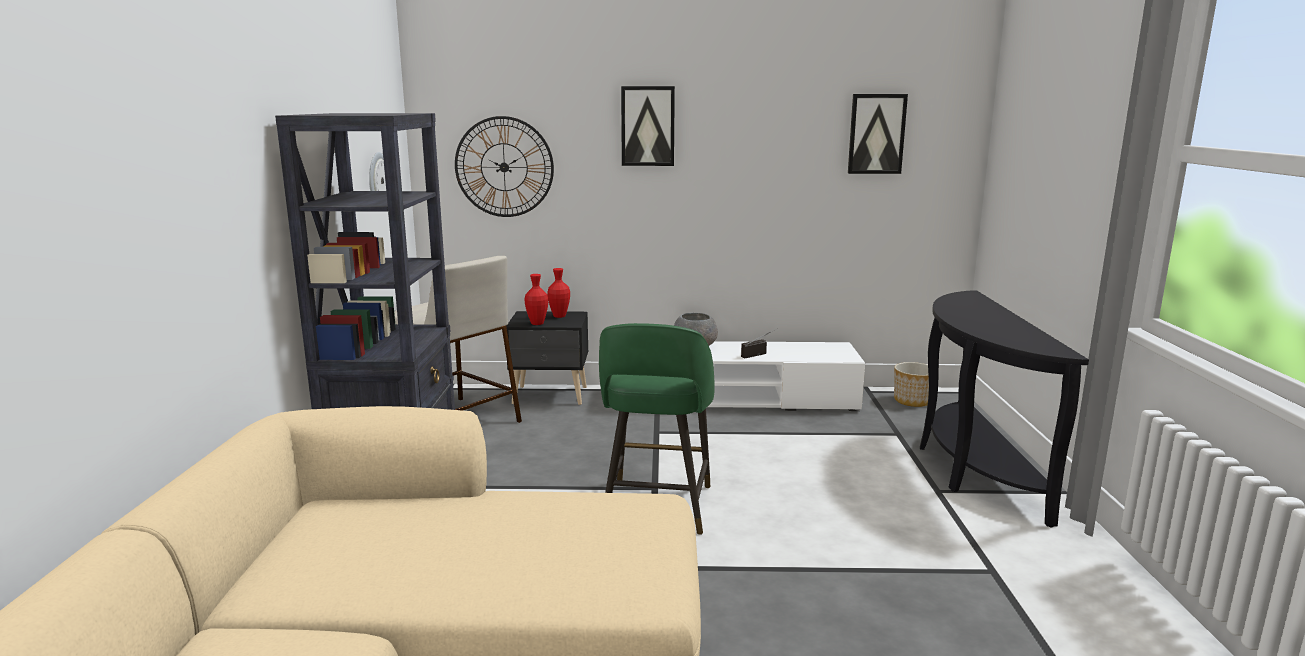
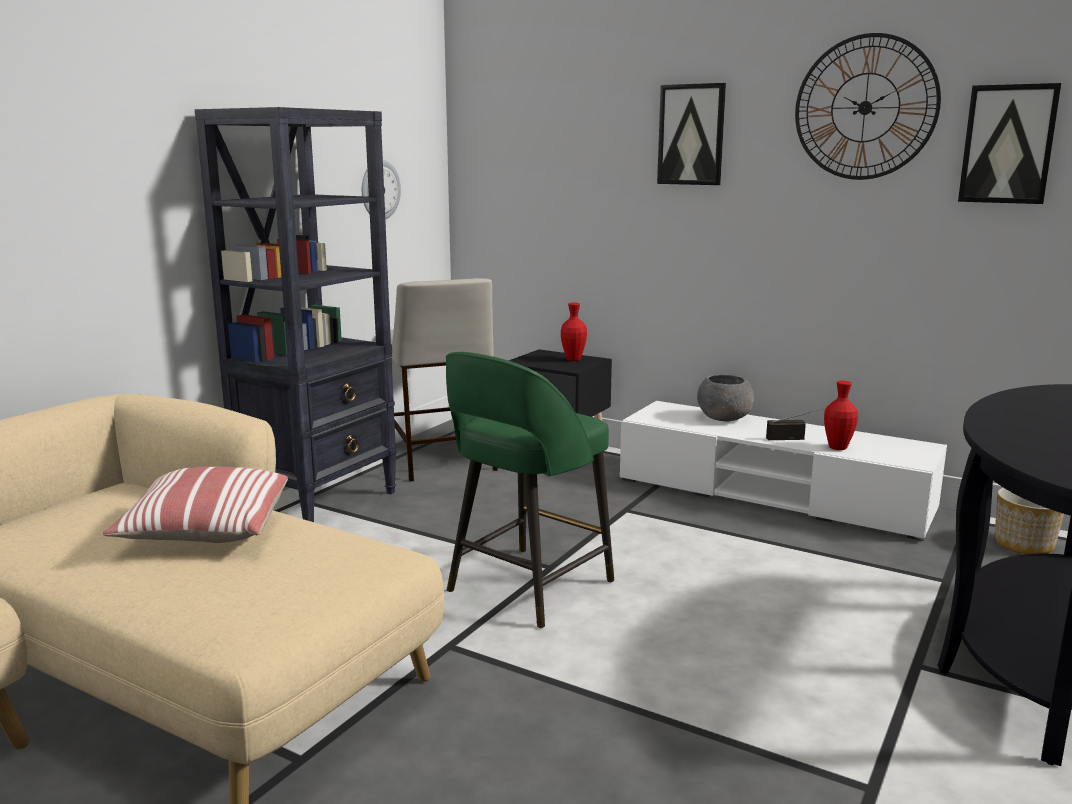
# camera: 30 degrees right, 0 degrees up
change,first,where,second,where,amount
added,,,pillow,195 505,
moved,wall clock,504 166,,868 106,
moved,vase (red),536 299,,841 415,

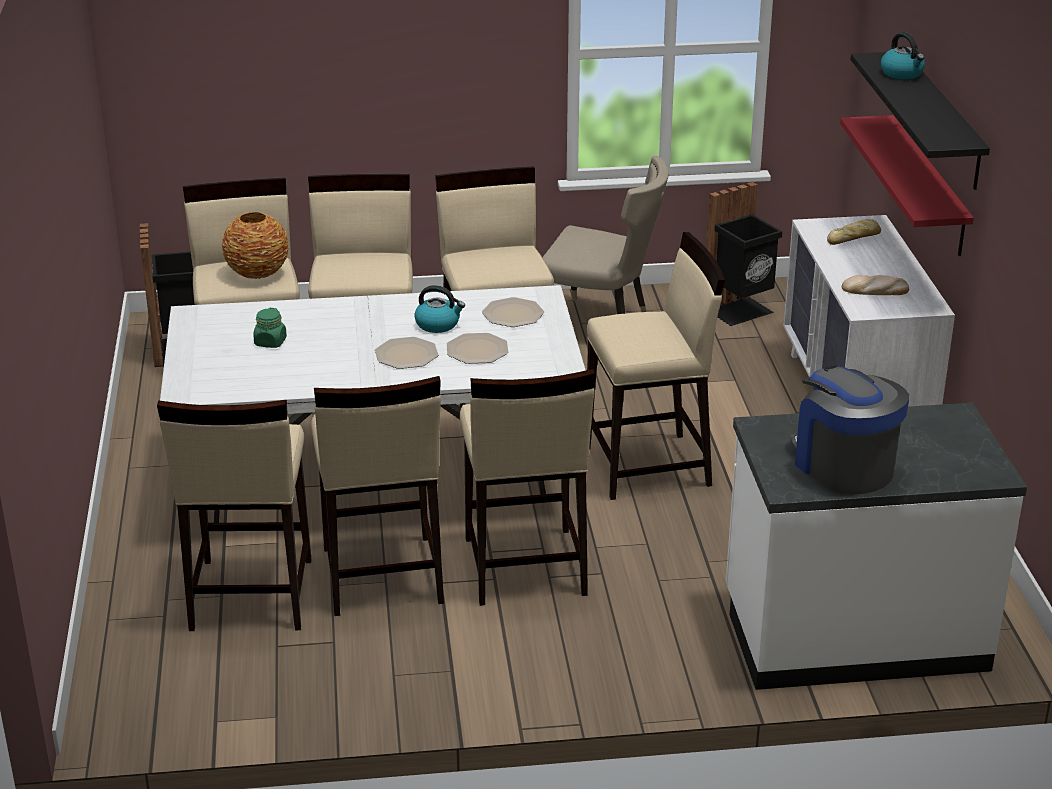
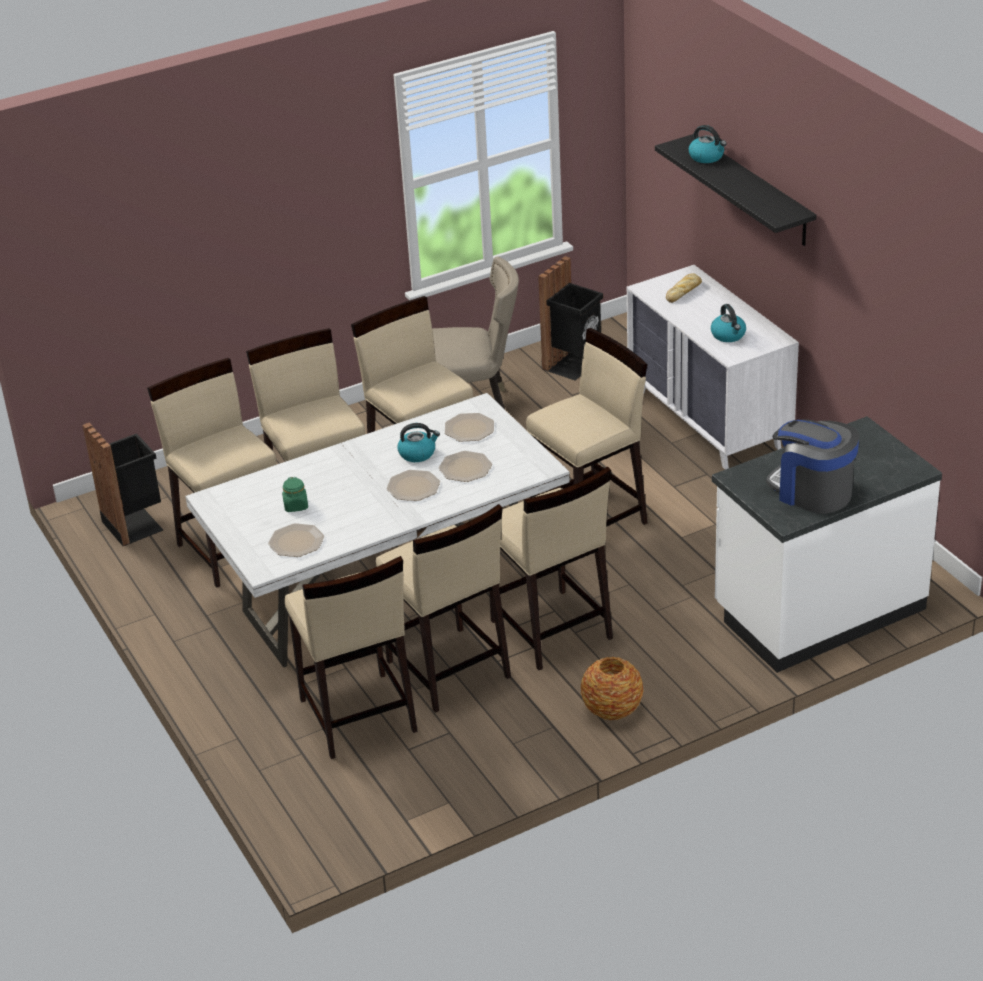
# camera: 20 degrees left, 5 degrees up
change,first,where,second,where,amount
removed,shelf (red),907 185,,,
added,,,plate,296 540,
moved,vase,255 245,,612 688,
replaced,bread,875 285,kettle,728 323,

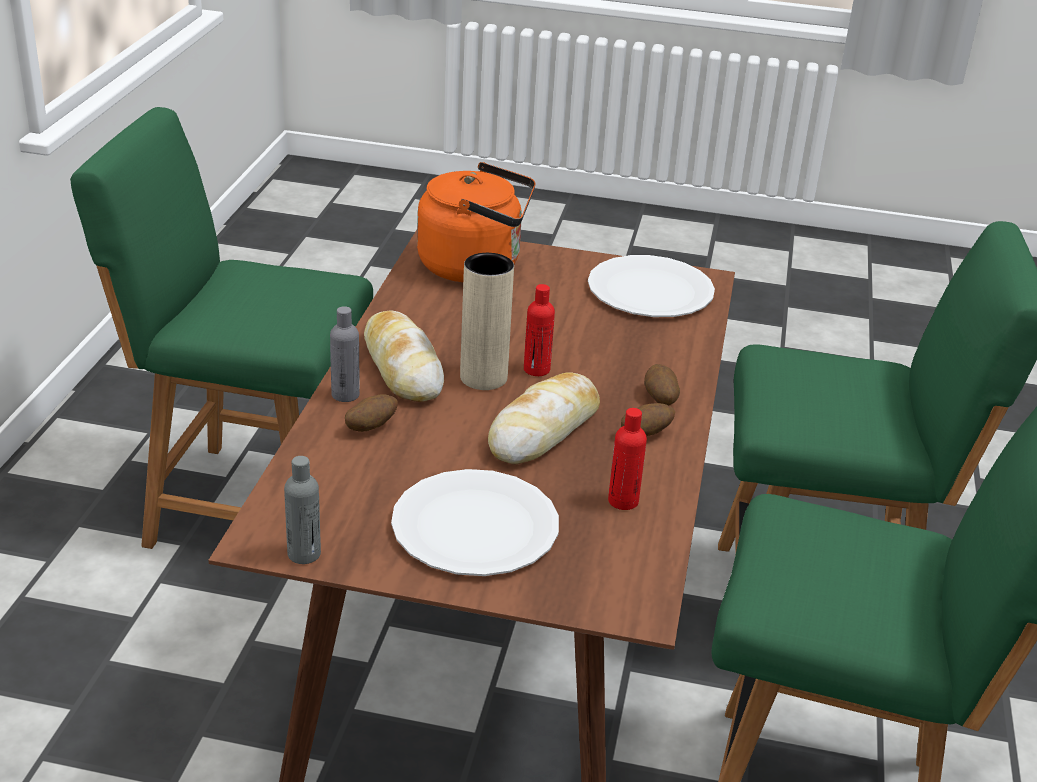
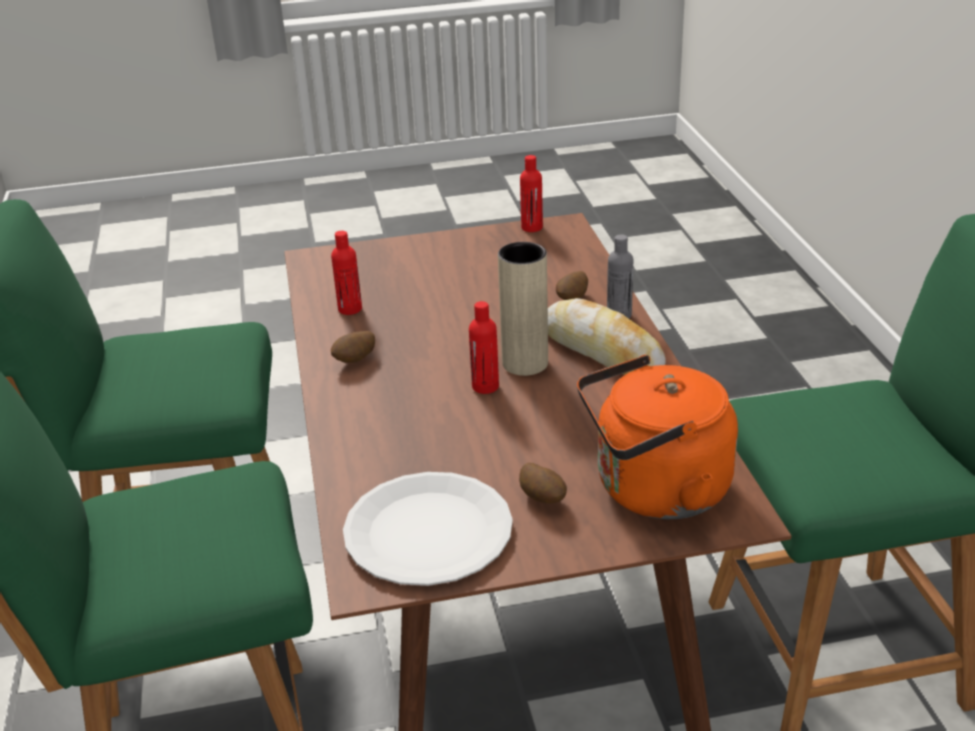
# camera: 160 degrees right, 0 degrees up
change,first,where,second,where,amount
removed,plate (white),475 522,,,
removed,bread,544 418,,,
moved,potato,662 385,,543 483,
recoloured,bottle (grey),302 510,bottle (red),531 193,

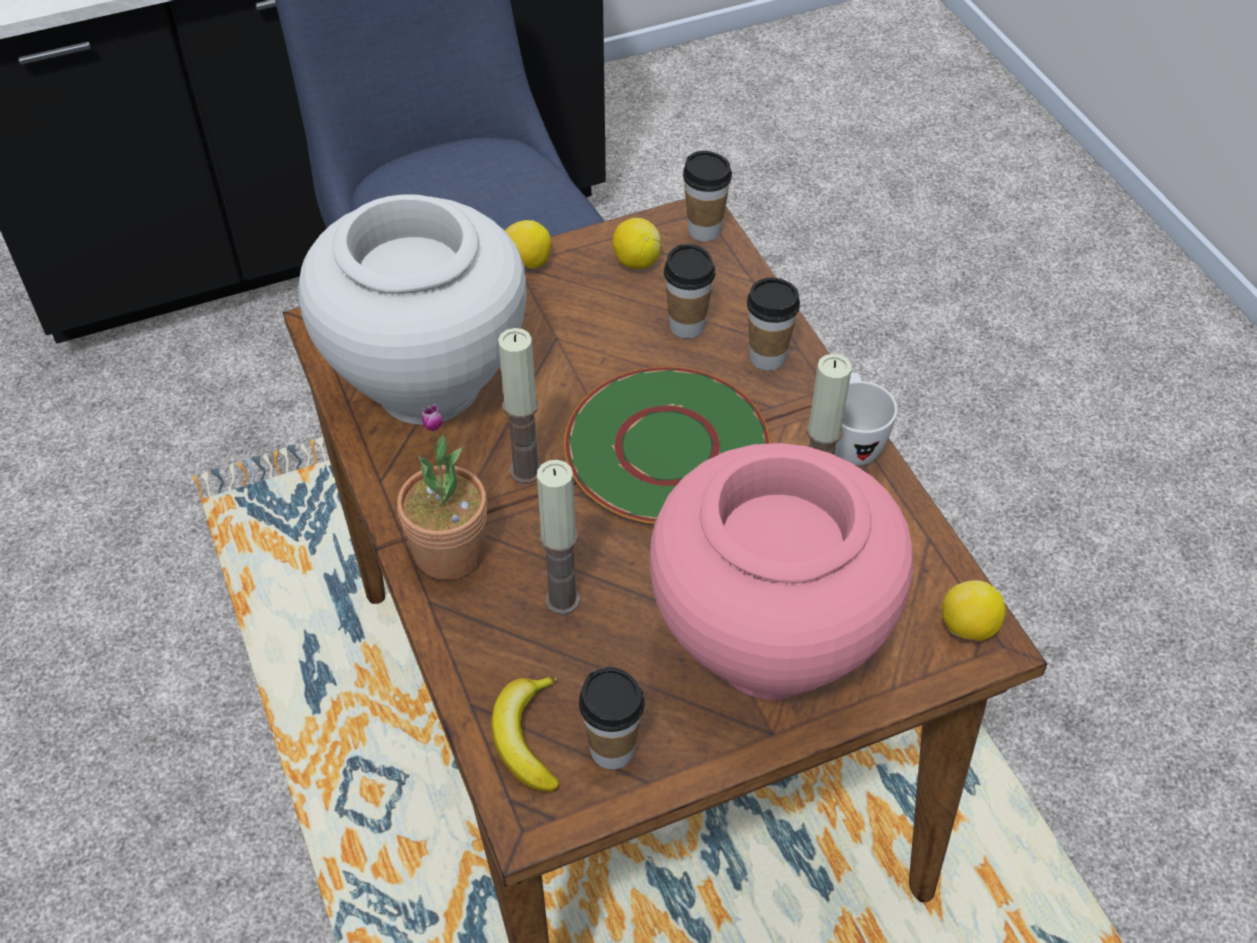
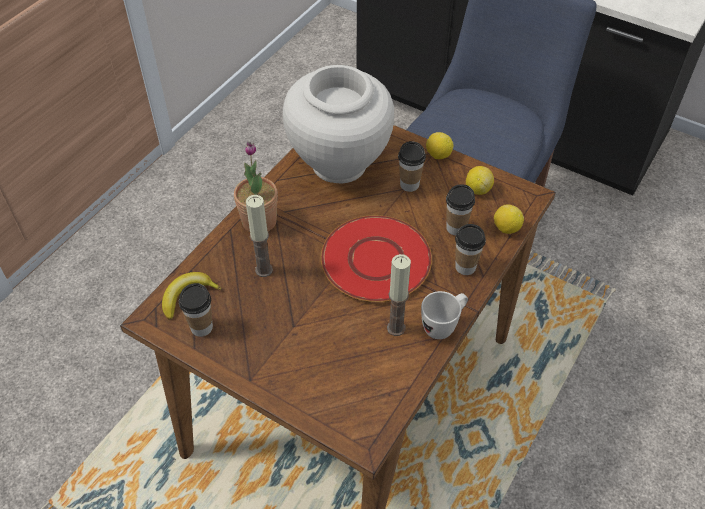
# camera: 55 degrees right, 0 degrees up
change,first,where,second,where,amount
removed,candle,519 406,,,
removed,vase (pink),781 571,,,
moved,cup,707 196,,412 166,
moved,lemon,974 610,,509 219,
recoloured,plate (green),667 445,plate (red),376 258,

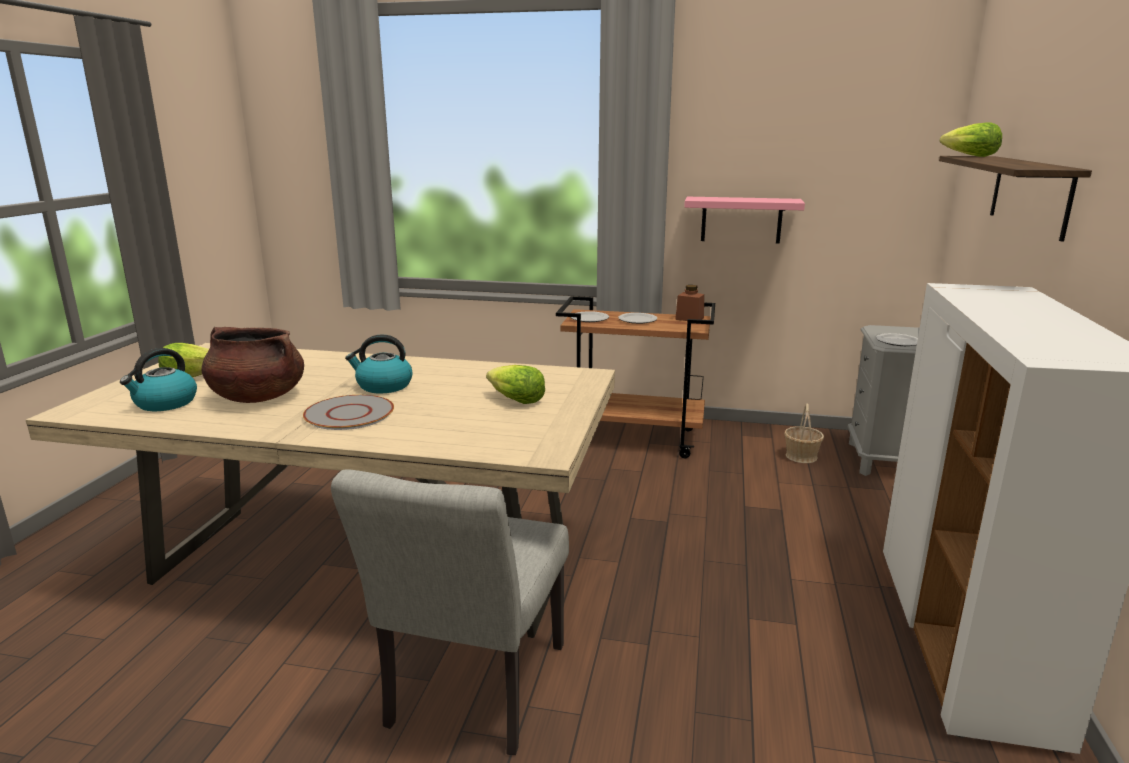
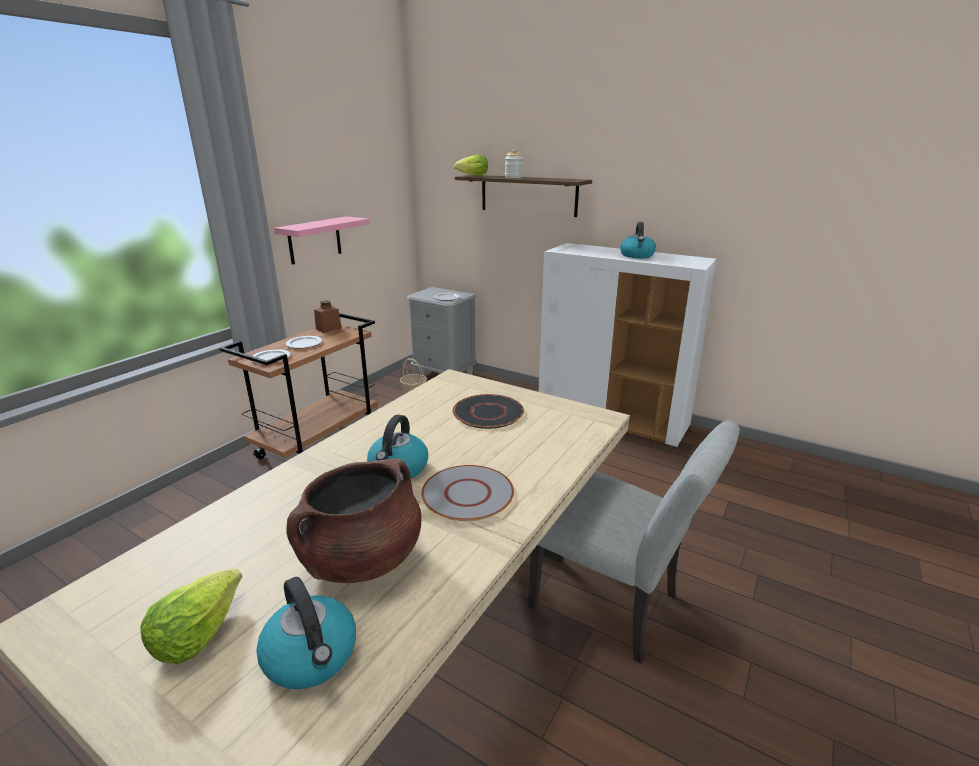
# camera: 70 degrees left, 5 degrees up
change,first,where,second,where,amount
added,,,jar,514 163,
added,,,kettle,638 240,
replaced,lettuce,515 384,plate (black),488 411,

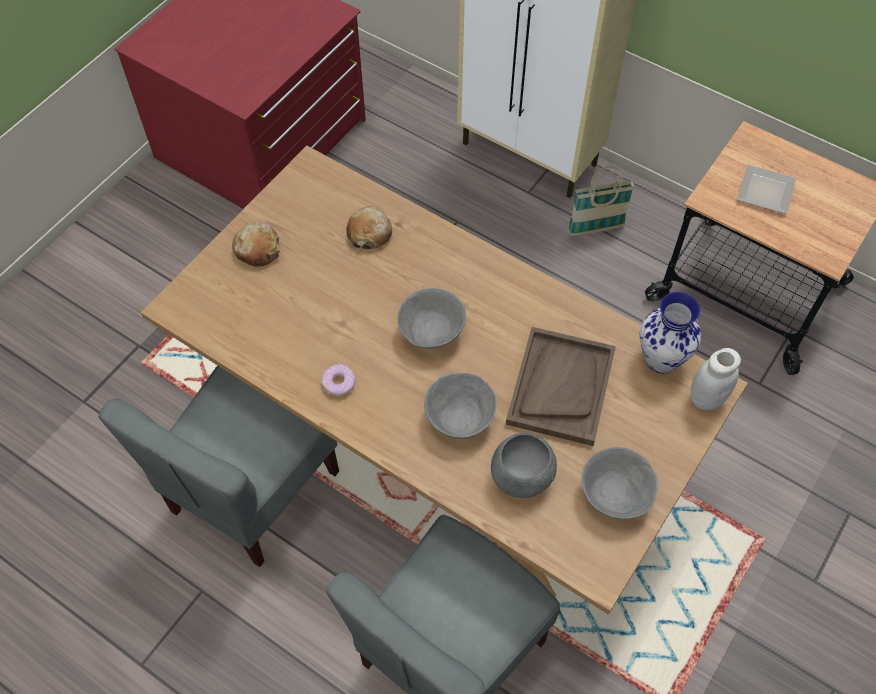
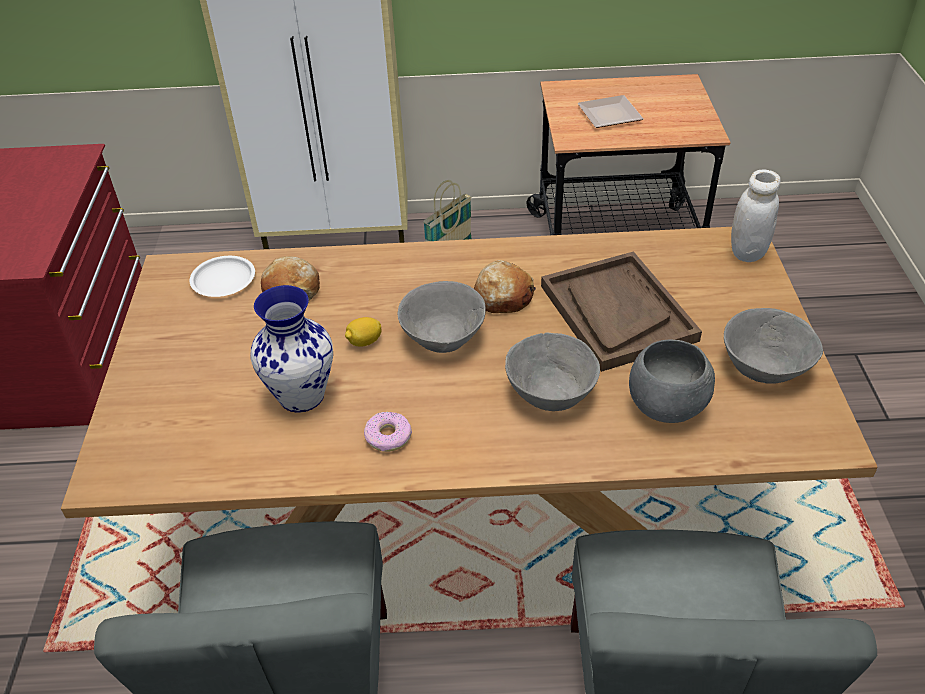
# camera: 35 degrees left, 15 degrees down
change,first,where,second,where,amount
added,,,plate (white),222 276,
added,,,lemon,363 332,
moved,bread,256 245,,505 286,
moved,vase,670 332,,291 349,

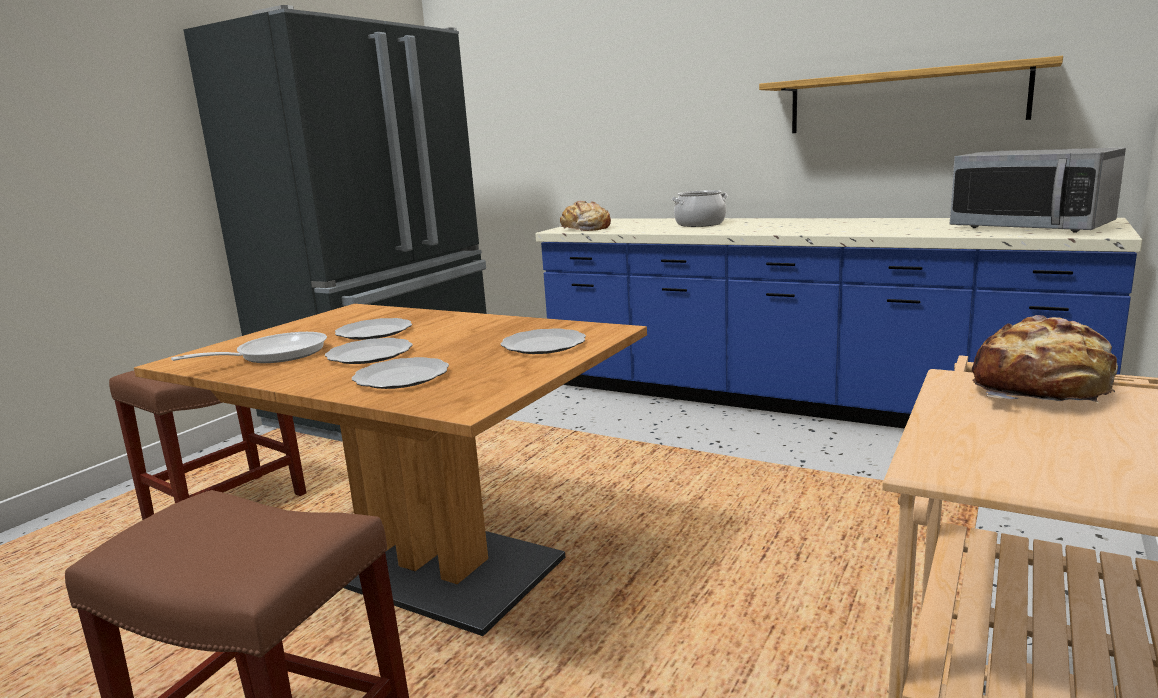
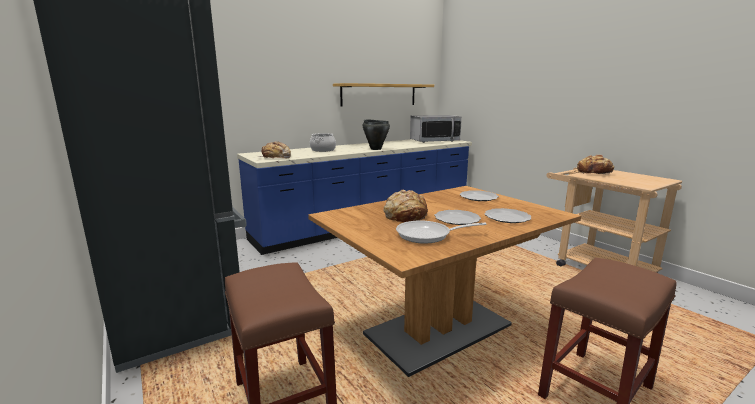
# camera: 65 degrees left, 0 degrees up
change,first,where,second,where,amount
added,,,cooking pot (black),376 135,
replaced,plate,373 329,bread,406 206,
turned,frying pan,249 347,,441 232,75 degrees counterclockwise

